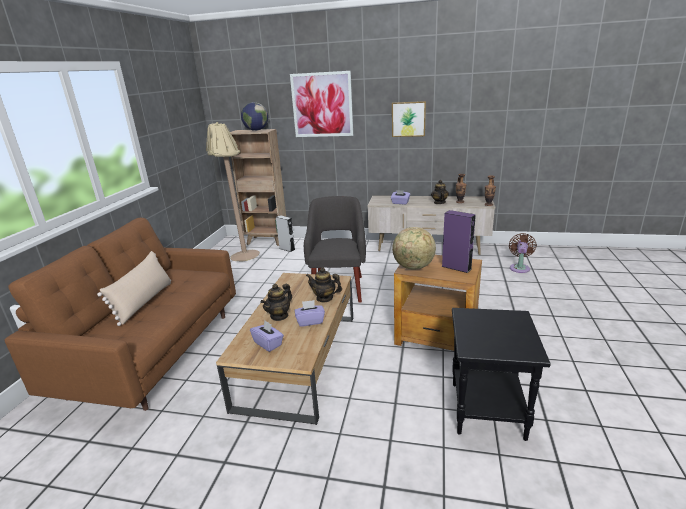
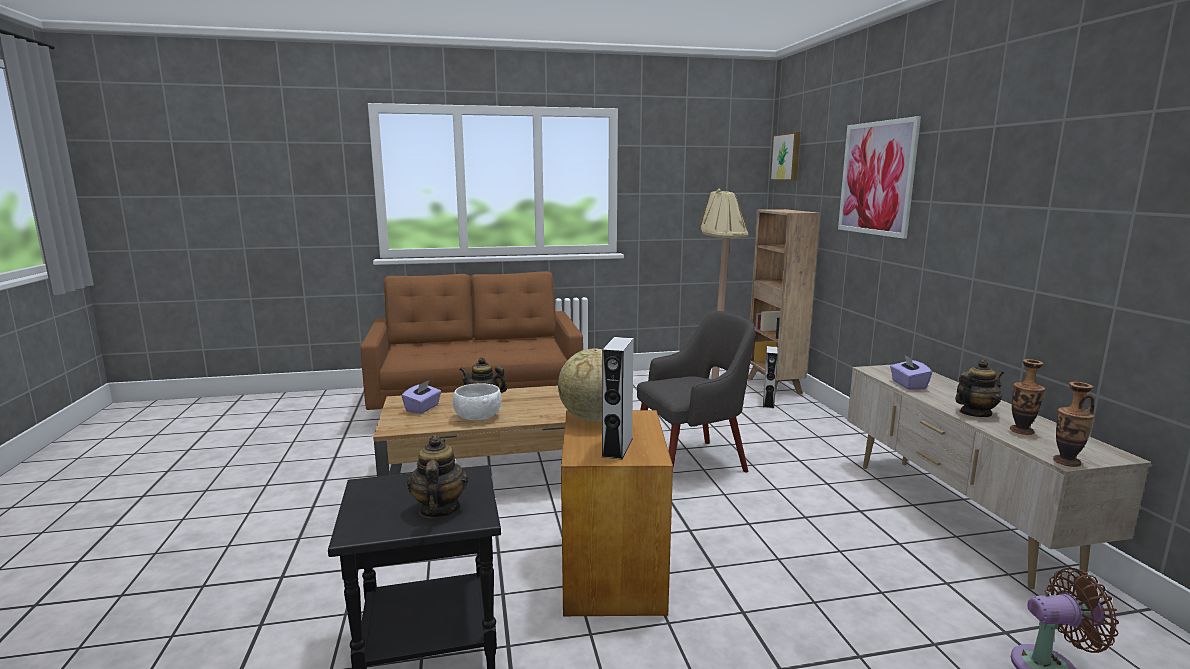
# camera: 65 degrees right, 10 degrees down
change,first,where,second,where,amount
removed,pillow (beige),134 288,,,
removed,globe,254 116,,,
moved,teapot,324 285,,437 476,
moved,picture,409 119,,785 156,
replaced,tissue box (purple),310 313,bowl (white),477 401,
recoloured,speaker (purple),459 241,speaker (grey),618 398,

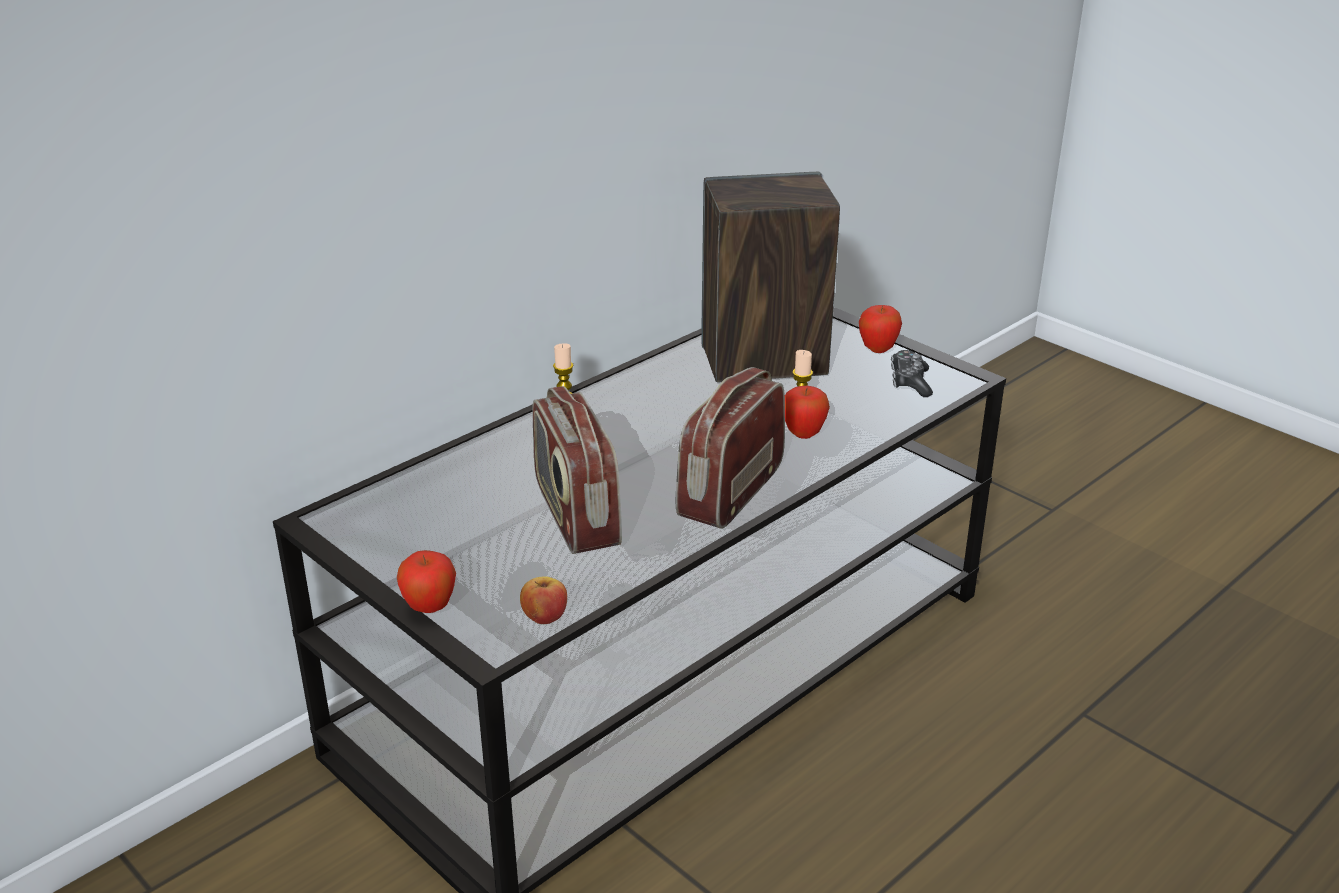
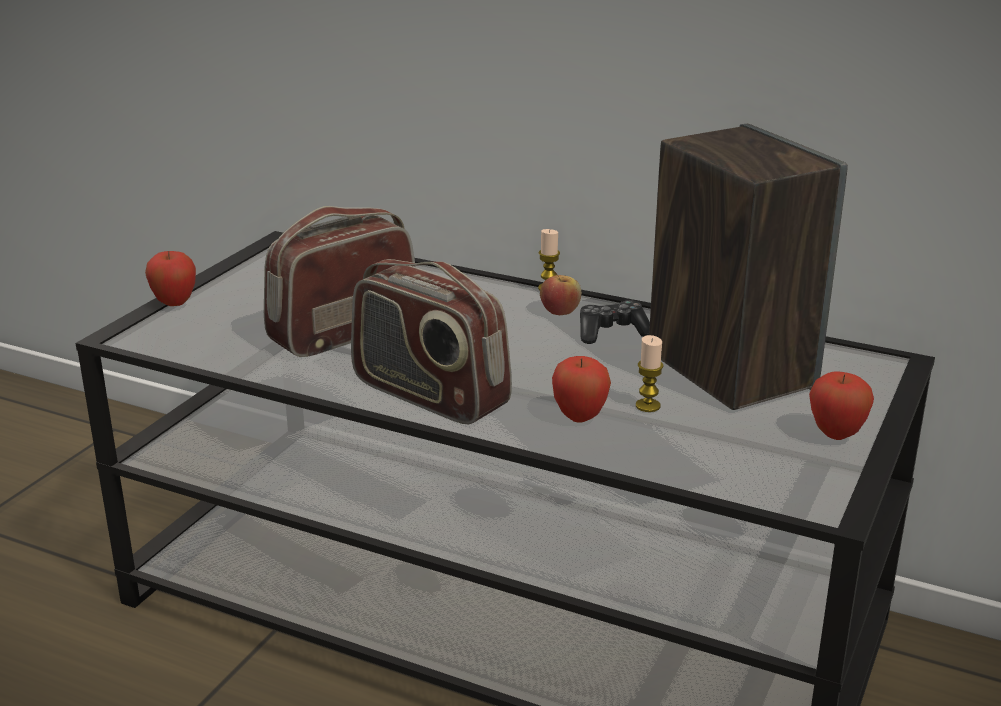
# camera: 70 degrees right, 5 degrees down
change,first,where,second,where,amount
moved,apple,543 600,,560 293,
moved,game controller,912 373,,615 322,
turned,radio,730 448,,431 342,150 degrees counterclockwise

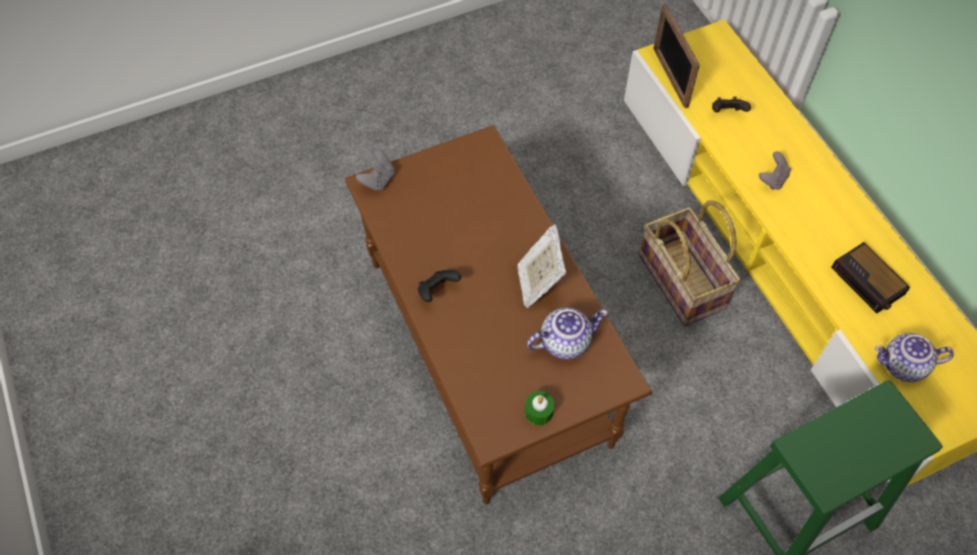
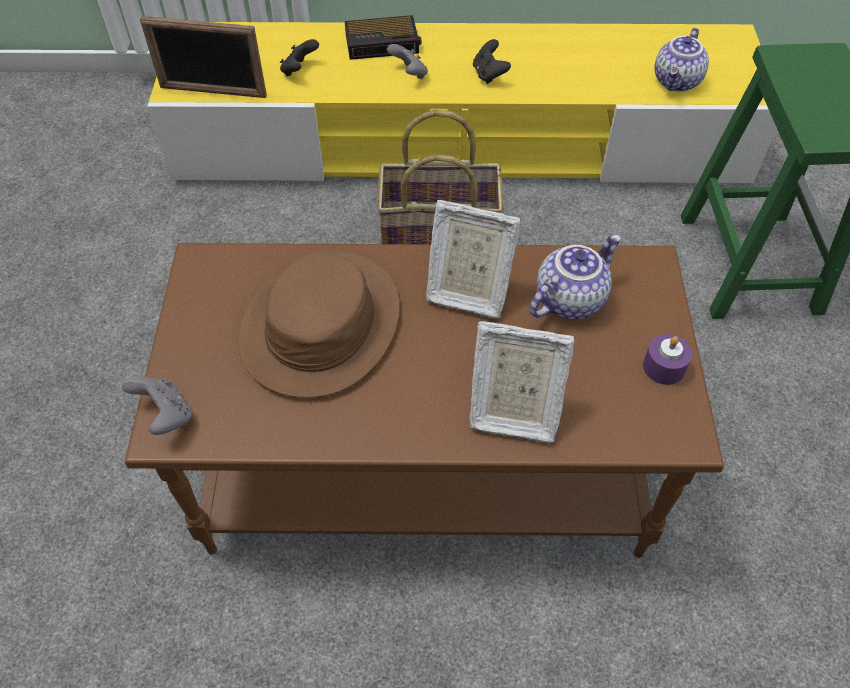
# camera: 65 degrees left, 5 degrees down
change,first,where,second,where,amount
added,,,hat (brown),319 324,
added,,,picture frame,522 382,
moved,game controller (black),439 286,,492 61,
moved,alarm clock,870 277,,383 37,
recoloured,candle (green),539 408,candle (purple),667 359,
turned,teapot,567 334,,575 276,45 degrees clockwise

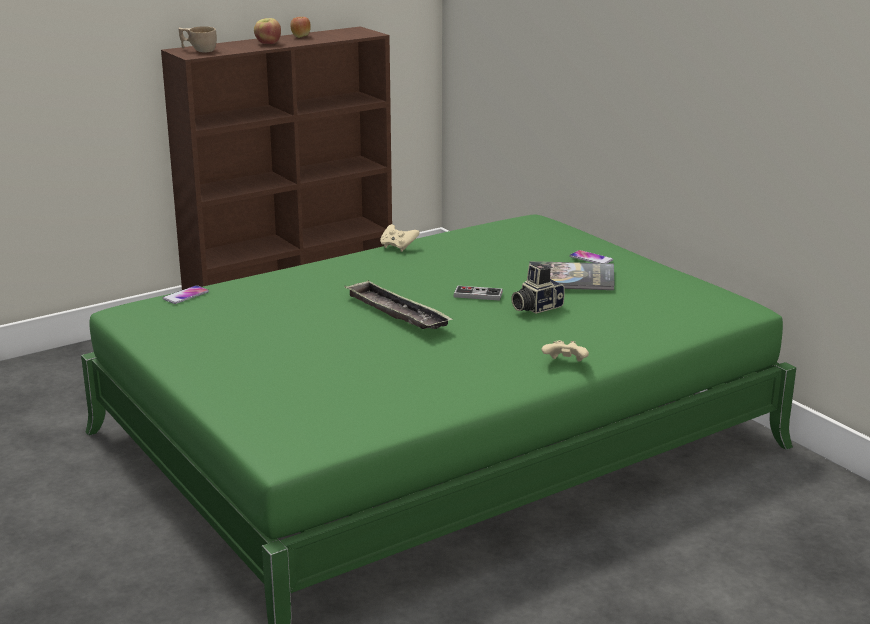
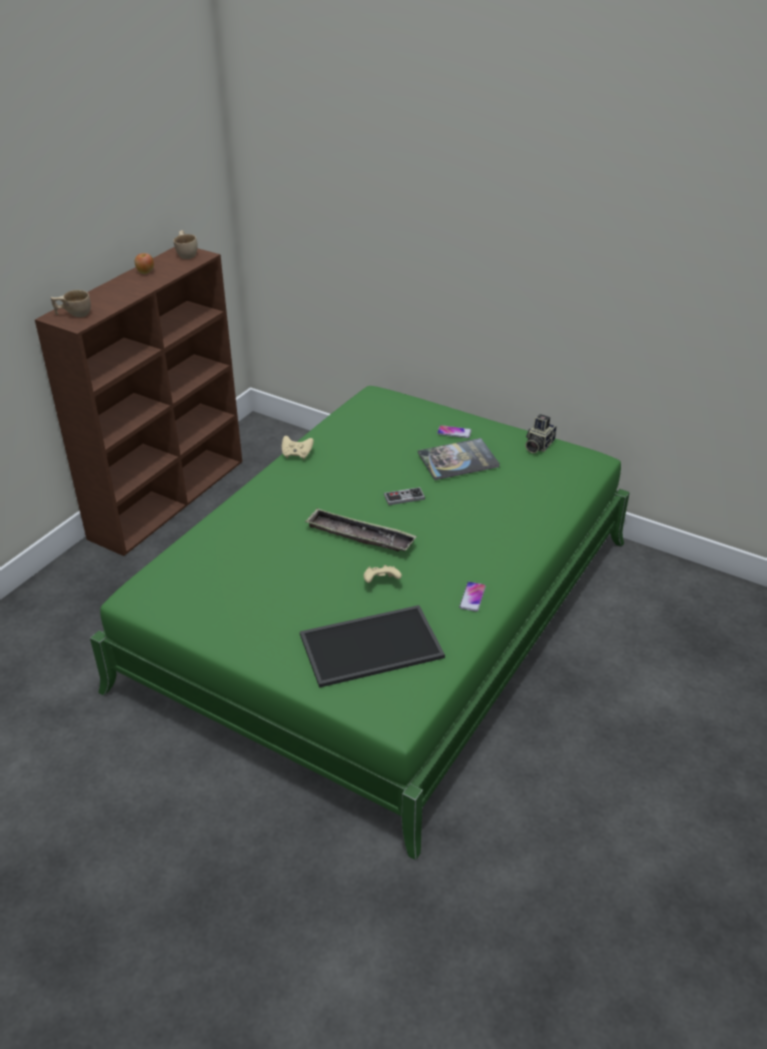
# camera: 25 degrees left, 15 degrees up
change,first,where,second,where,amount
removed,apple,267 31,,,
added,,,cup (beige),185 244,
added,,,tray,372 646,
moved,phone,186 294,,472 597,
moved,photo camera,538 289,,541 433,
moved,game controller (beige),565 351,,383 574,

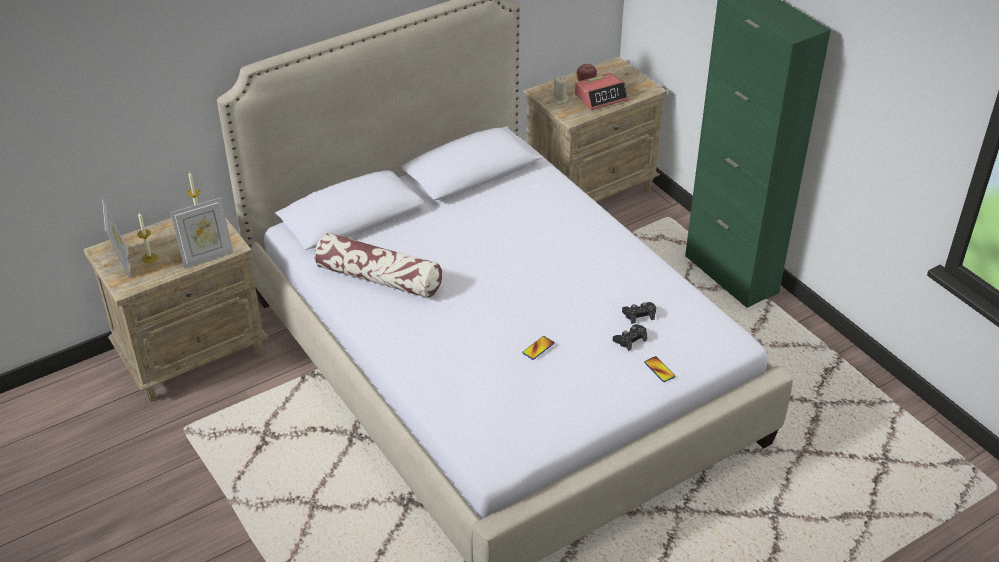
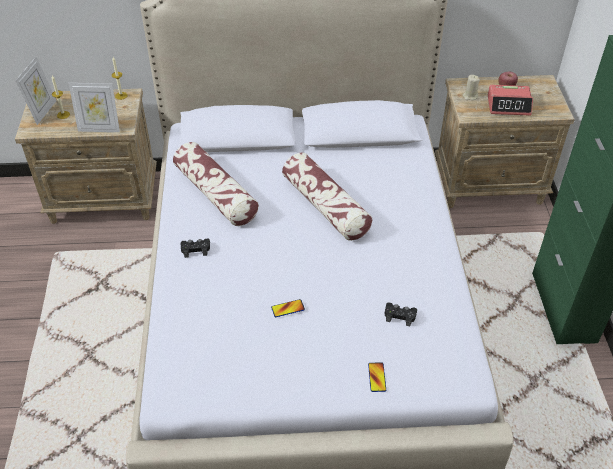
# camera: 30 degrees right, 5 degrees up
change,first,where,second,where,amount
added,,,pillow,327 196,
moved,game controller (black),630 337,,195 248,

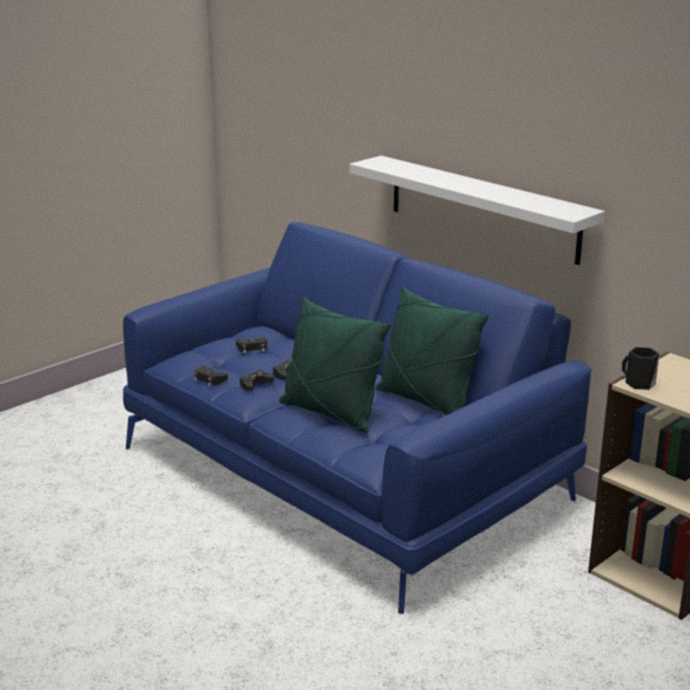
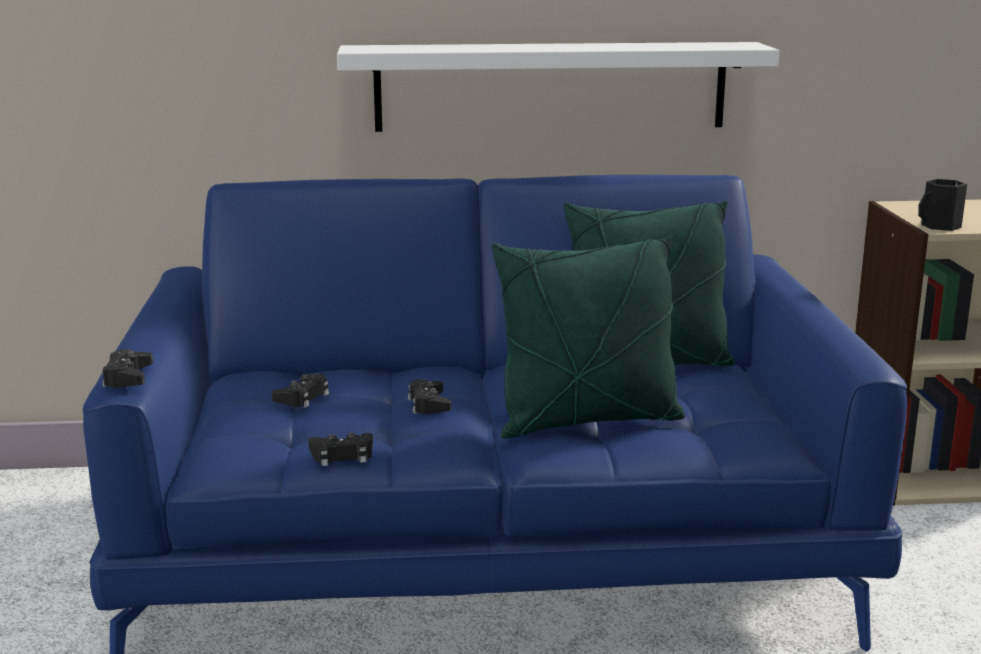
# camera: 50 degrees left, 5 degrees down
change,first,where,second,where,amount
moved,game controller (black),257 380,,127 368,

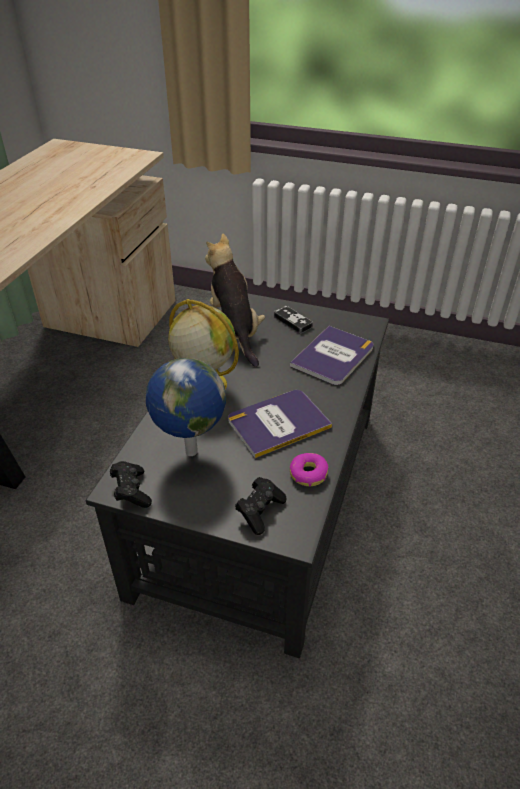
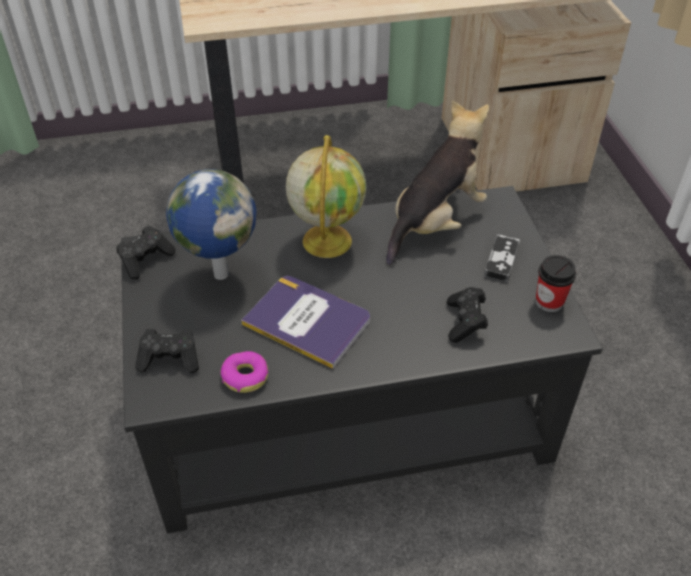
# camera: 60 degrees right, 5 degrees up
change,first,where,second,where,amount
added,,,cup,556 283,
replaced,book,332 355,game controller (black),467 315,

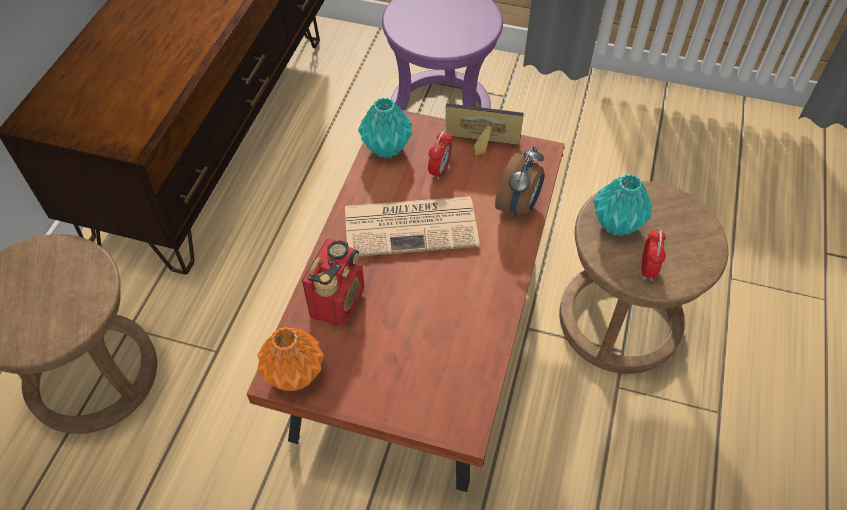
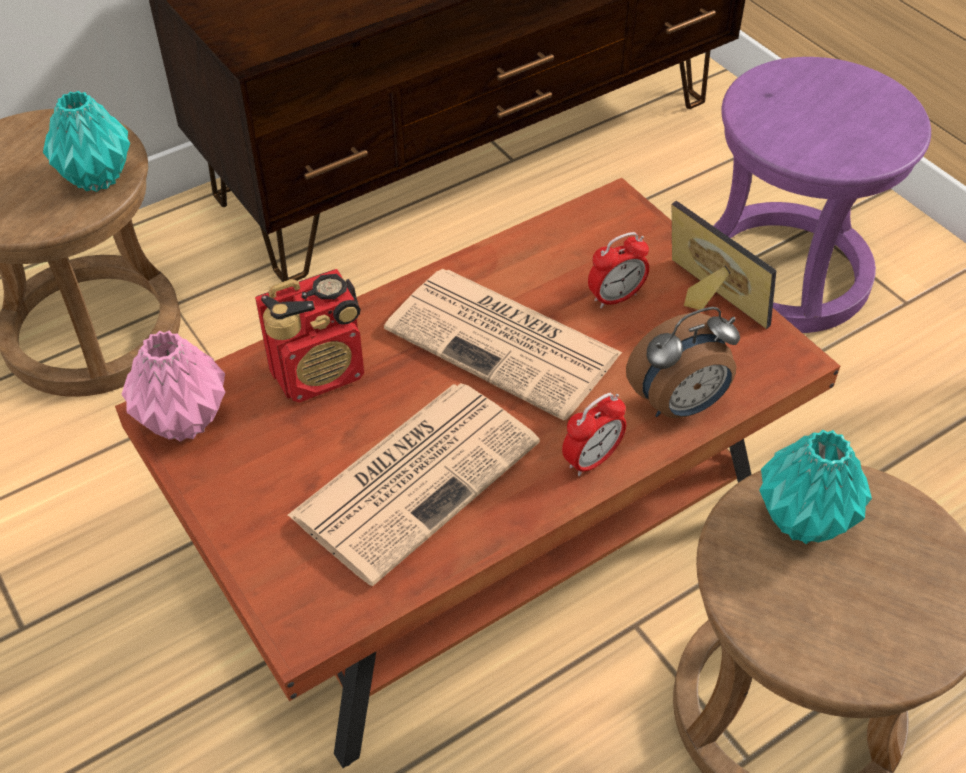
# camera: 40 degrees right, 5 degrees down
change,first,where,second,where,amount
added,,,newspaper,413 484,
moved,vase (turquoise),385 127,,86 141,
moved,alarm clock,654 254,,594 434,
recoloured,vase (orange),290 359,vase (pink),174 386,

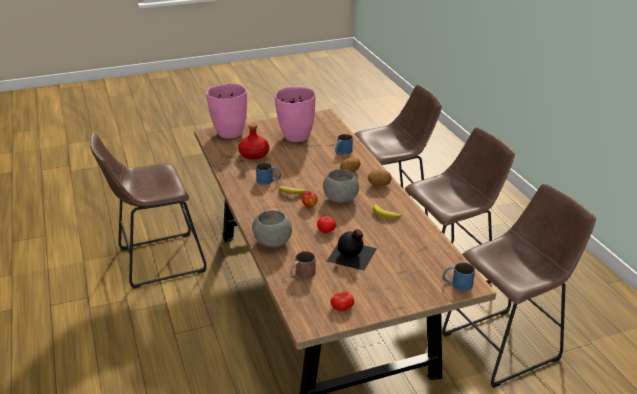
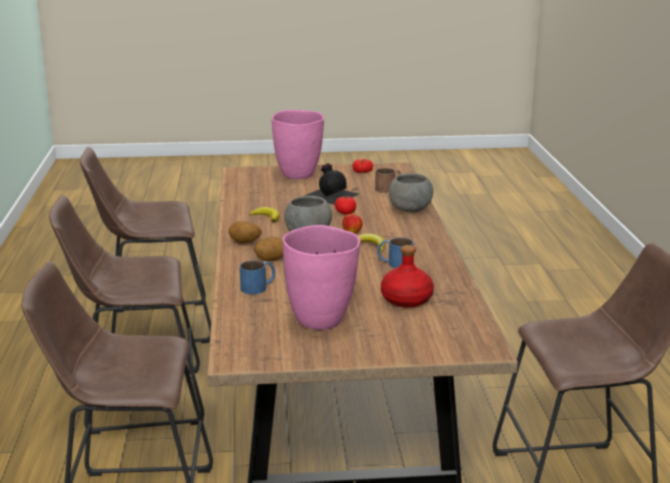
# camera: 165 degrees left, 10 degrees down
change,first,where,second,where,amount
removed,mug (blue),459 276,,,
moved,vase (pink),226 111,,298 144,

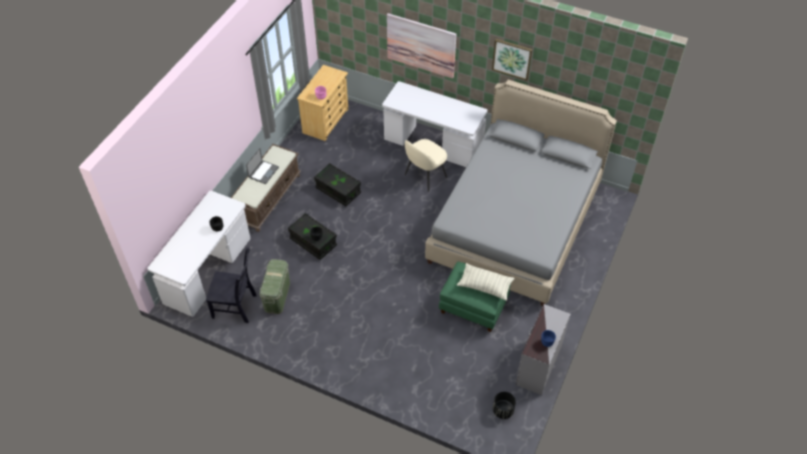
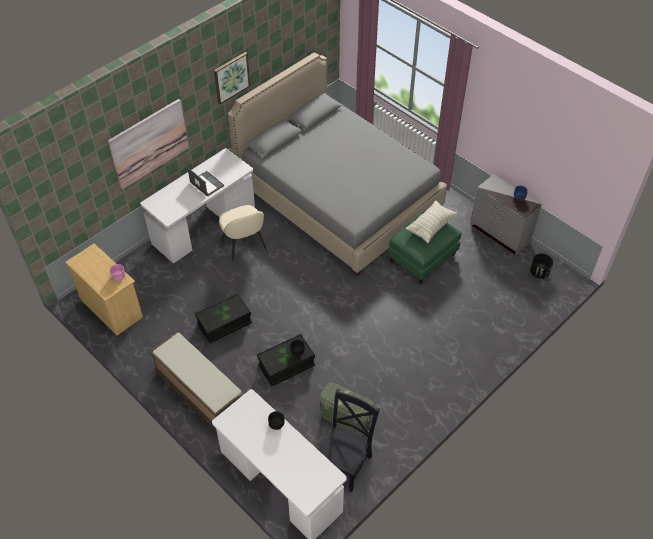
# camera: 70 degrees left, 0 degrees up
change,first,where,second,where,amount
moved,laptop,262 166,,205 182,

